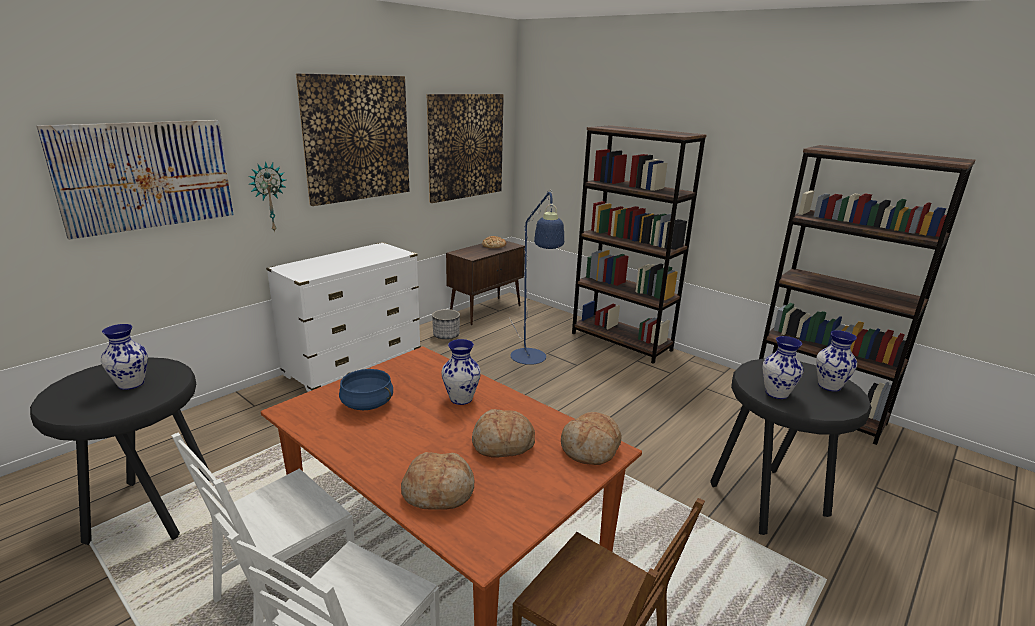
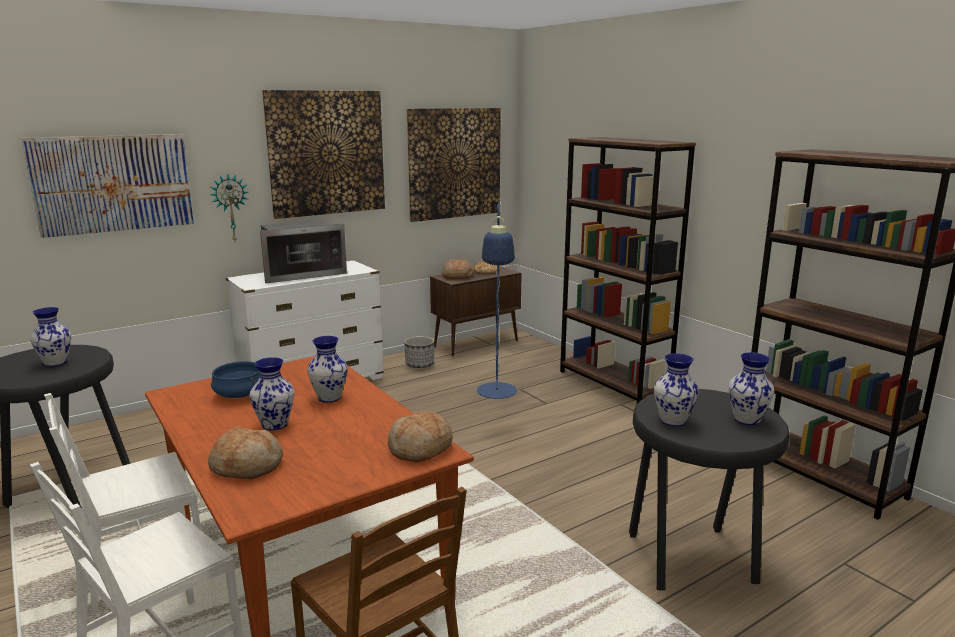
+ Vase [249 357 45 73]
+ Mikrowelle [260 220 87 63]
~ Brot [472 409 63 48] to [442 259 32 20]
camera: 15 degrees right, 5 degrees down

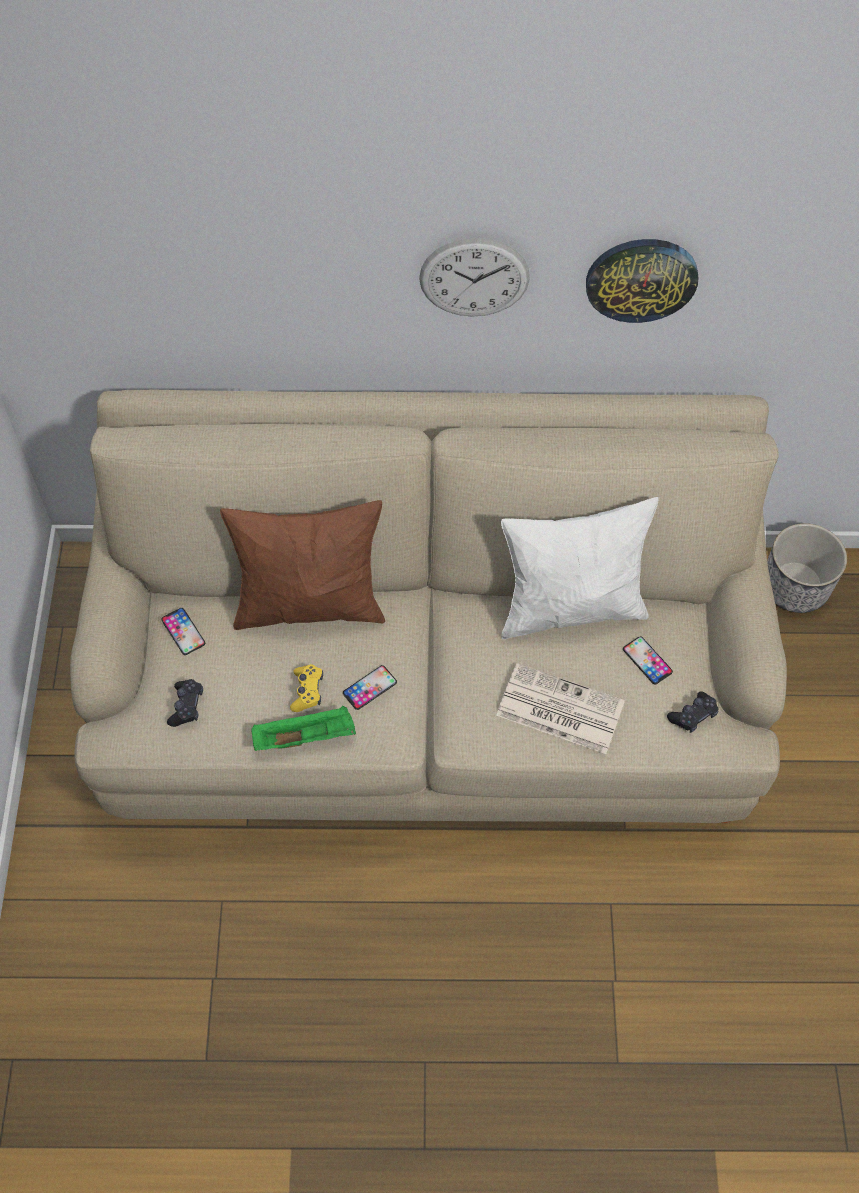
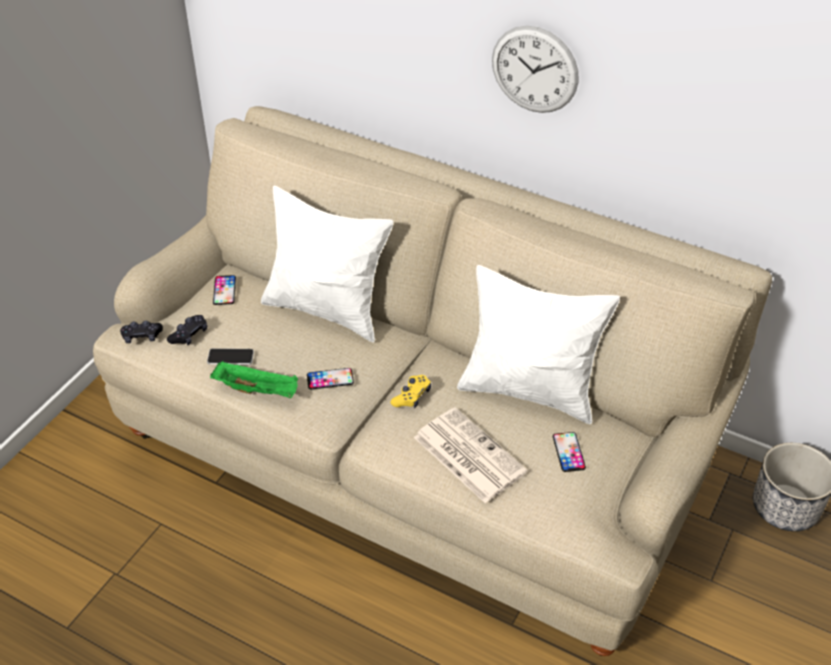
- Wanduhr [586 239 113 84]
+ Handy [207 348 47 17]
~ Gamepad [gelb] [290 664 33 48] to [391 375 40 33]
~ Gamepad [schwarz] [667 691 52 42] to [120 321 43 22]
~ Kissen [braun] [220 500 165 130] to Kissen [weiß] [261 186 132 156]
camera: 30 degrees right, 15 degrees down

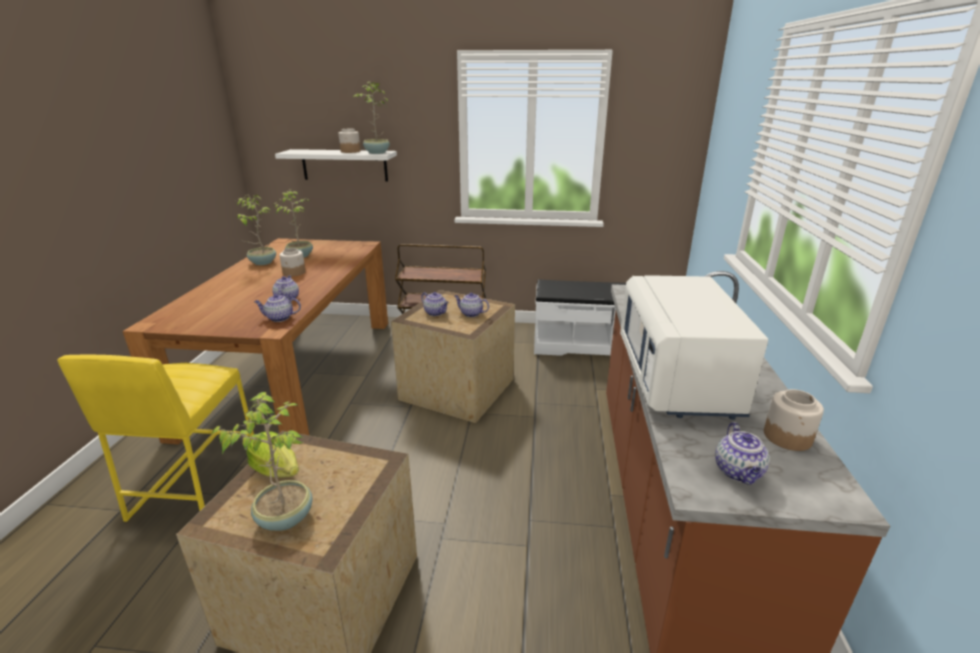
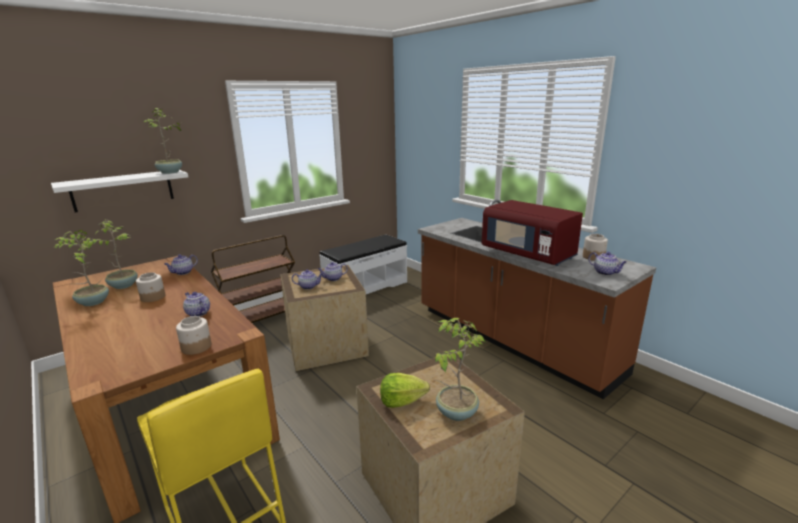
~ Teekanne [254 294 47 28] to [164 255 34 20]
~ Vorratsglas [338 129 22 24] to [176 316 36 39]
~ Mikrowelle [weiß] [620 275 148 145] to Mikrowelle [rot] [482 200 101 66]
camera: 45 degrees left, 5 degrees down

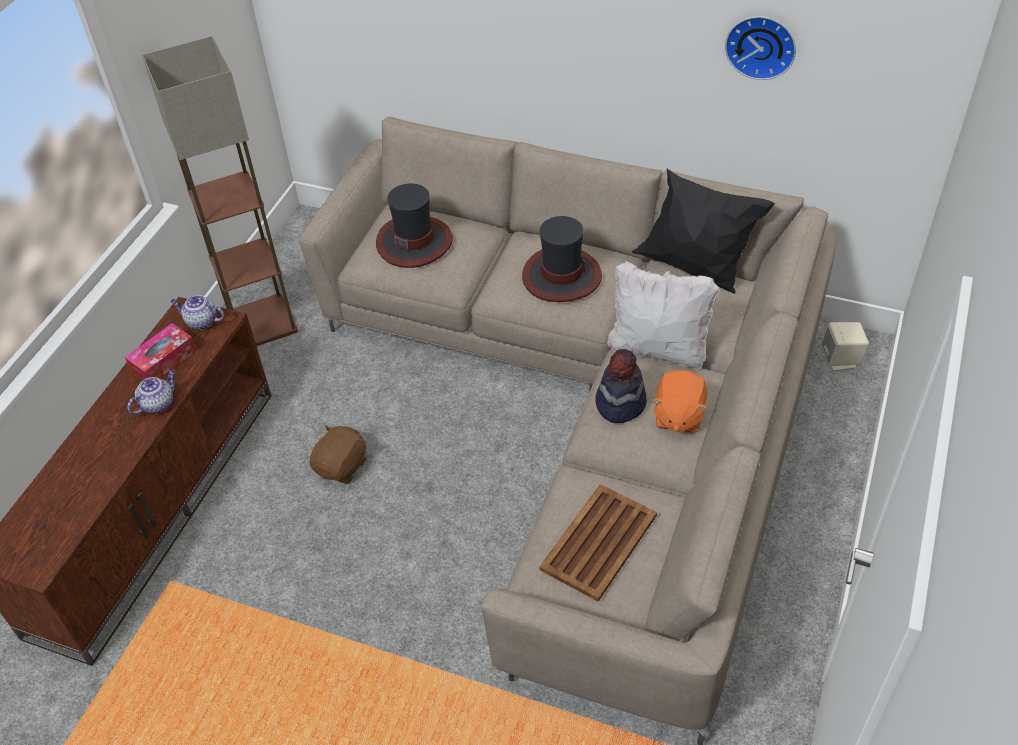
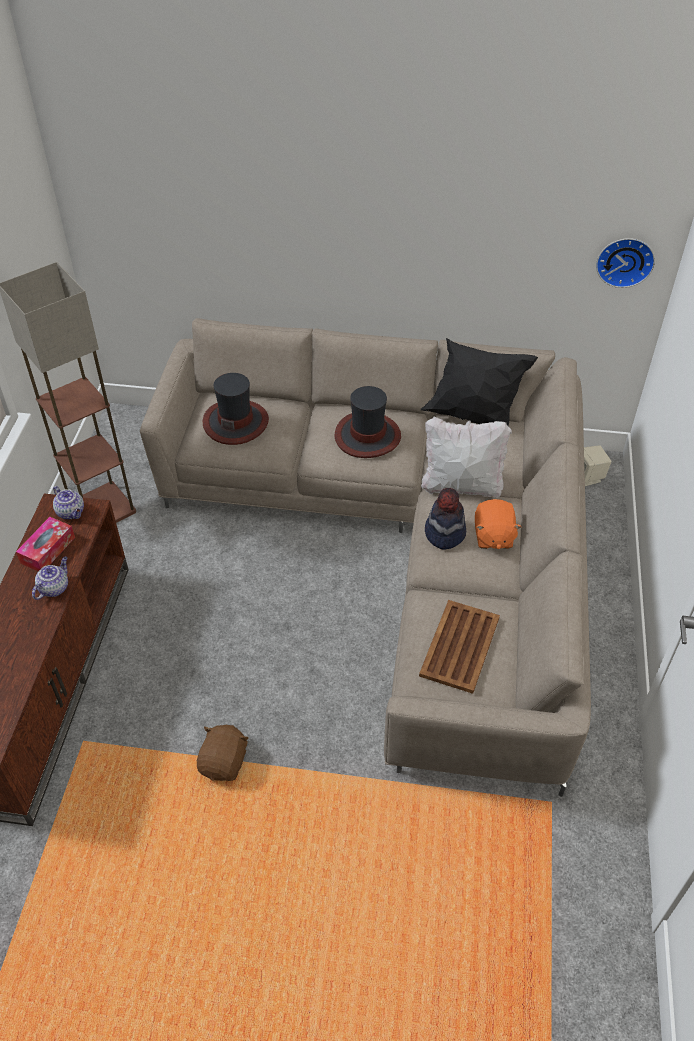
~ Plüschtier [braun] [310 425 57 59] to [197 725 52 56]
~ Wanduhr [725 16 71 64] to [596 238 59 50]
~ Teekanne [170 295 54 35] = [53 486 31 33] 135 degrees counterclockwise
camera: 15 degrees left, 0 degrees up

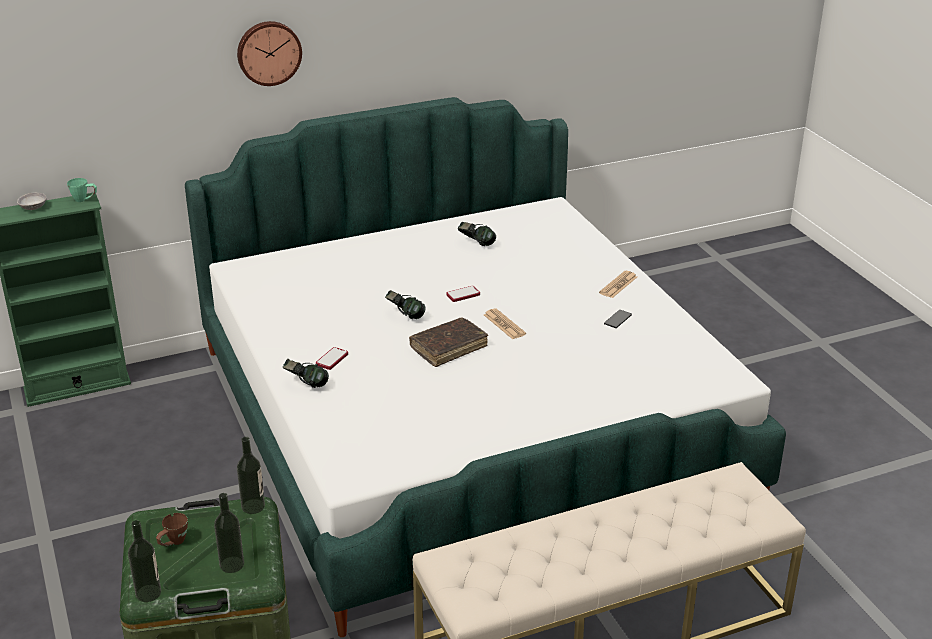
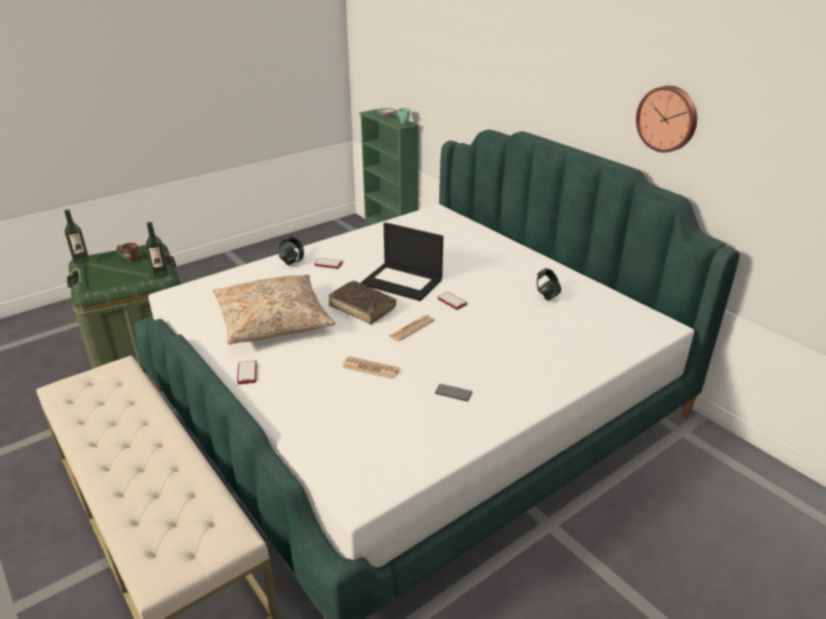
- Flasche [214 493 30 80]
+ Kissen [beige] [213 275 123 70]
+ Handy [237 361 20 23]
~ Wanduhr [237 21 65 65] to [636 86 61 67]
~ Zeitung [599 271 38 27] to [343 356 57 23]
~ Kopfhörer [385 290 40 29] to Laptop [361 222 82 79]
camera: 75 degrees right, 0 degrees up

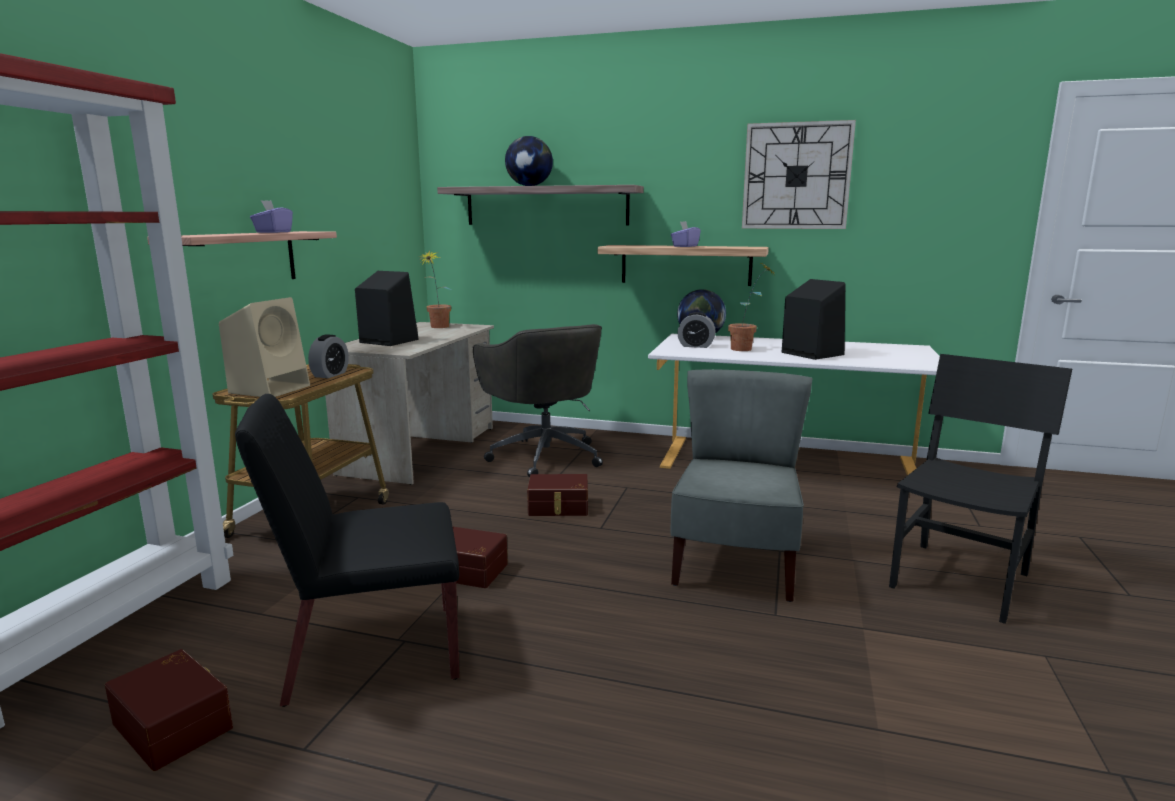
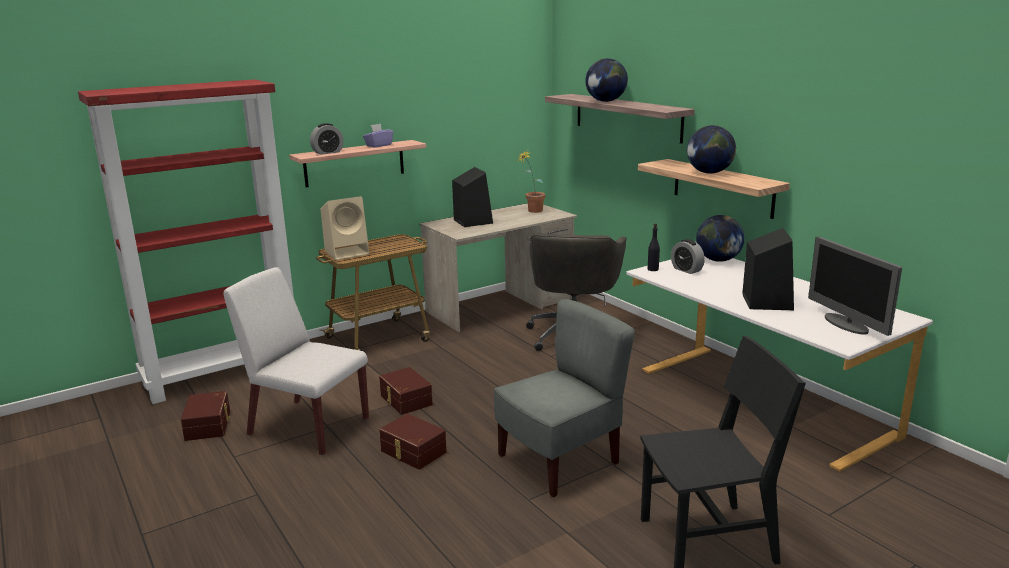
- Topfpflanze [728 263 46 88]
- Wanduhr [742 120 114 109]
+ Flasche [schwarz] [648 224 12 47]
+ Monitor [808 237 94 99]
~ Wecker [308 334 41 44] to [310 123 34 32]
~ Aufbewahrungsbox [braun] [527 474 61 42] to [379 414 68 56]
~ Taschentuchbox [lila] [671 221 30 26] to Globus [687 125 49 49]
~ Stuhl [schwarz] [235 394 224 313] to Stuhl [weiß] [223 267 146 188]
camera: 40 degrees right, 5 degrees up

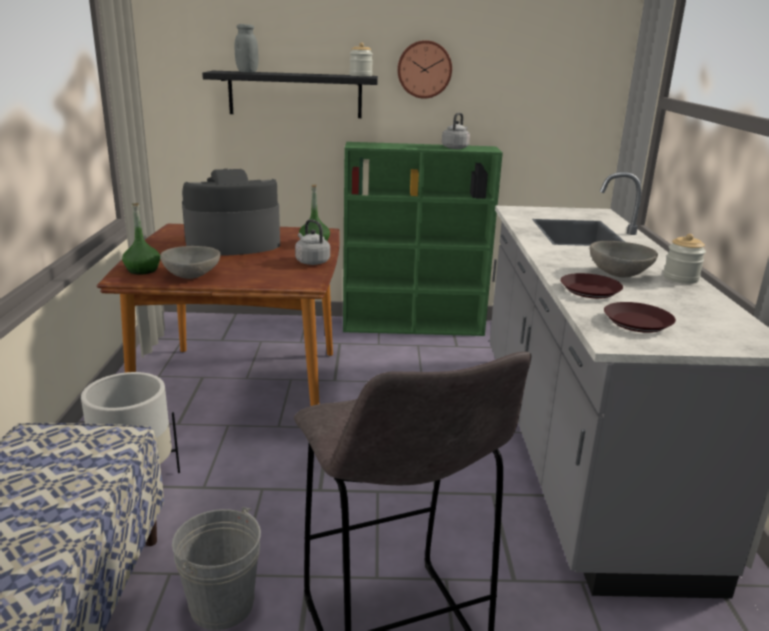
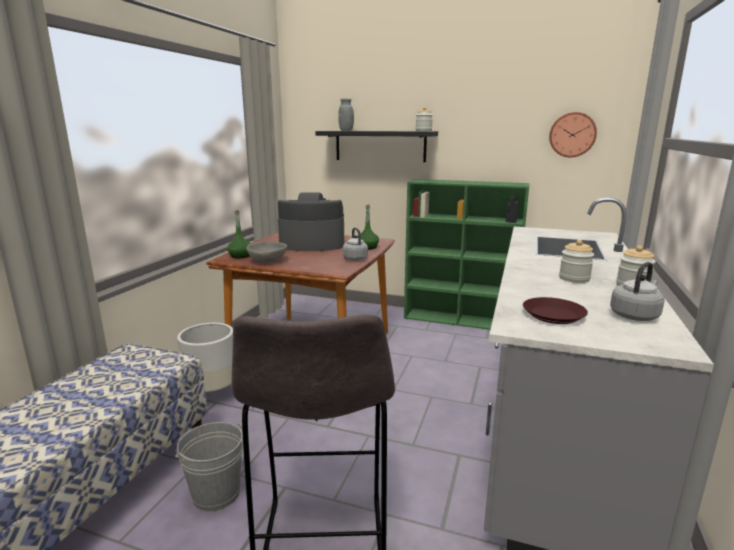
- Teller [braun] [561 273 62 26]
~ Wanduhr [397 40 55 59] to [549 112 48 45]
~ Wasserkessel [grau] [442 113 28 36] to [610 262 55 59]
~ Schüssel [grau] [590 241 68 36] to Vorratsglas [559 240 35 43]
camera: 20 degrees right, 5 degrees down

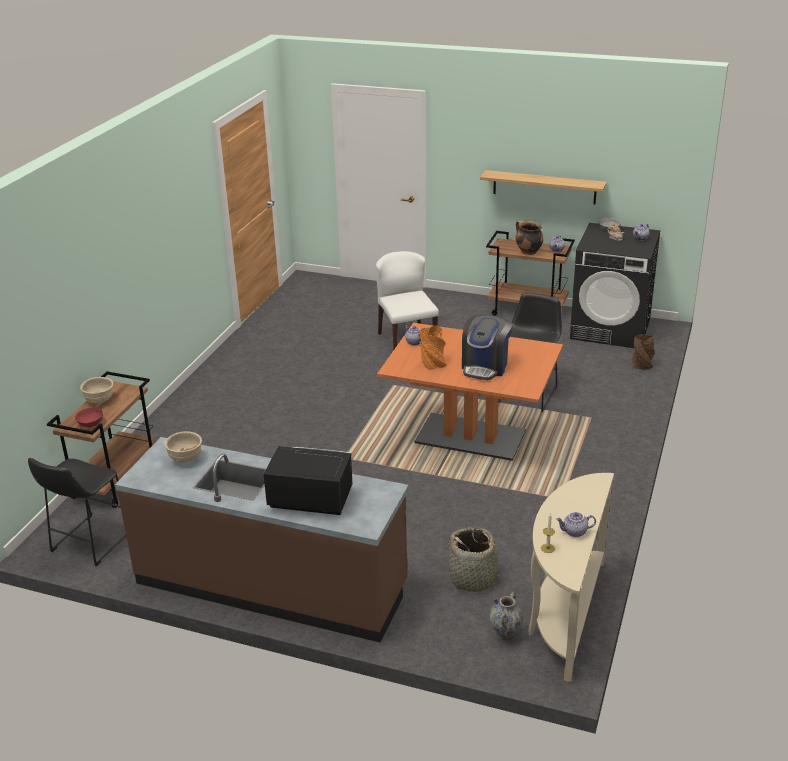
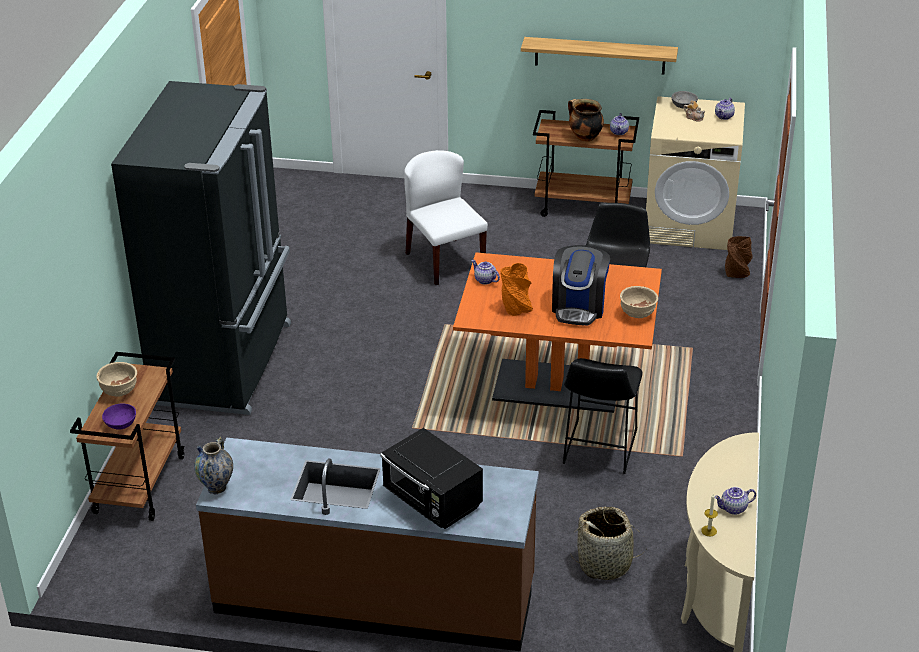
+ Kühlschrank [schwarz] [111 81 180 334]
~ Hocker [schwarz] [28 458 98 108] to [563 358 80 116]
~ Schüssel [beige] [164 431 38 32] to [620 286 38 32]
~ Vase [490 591 33 50] to [194 437 39 57]
~ Schüssel [rot] [75 408 28 19] to Schüssel [lila] [102 403 34 27]
~ Waschmaschine [schwarz] [570 223 91 125] to Waschmaschine [beige] [646 96 99 154]
~ Mikrowelle [schwarz] [264 446 89 69] = [380 428 103 101] 135 degrees counterclockwise
camera: 10 degrees left, 5 degrees up

